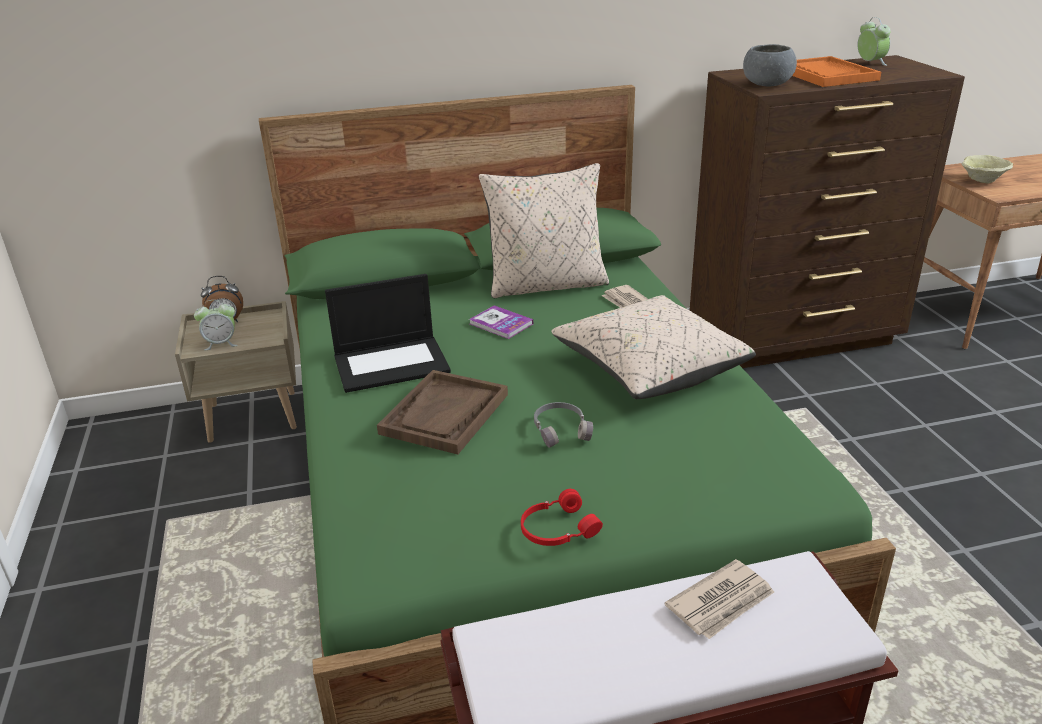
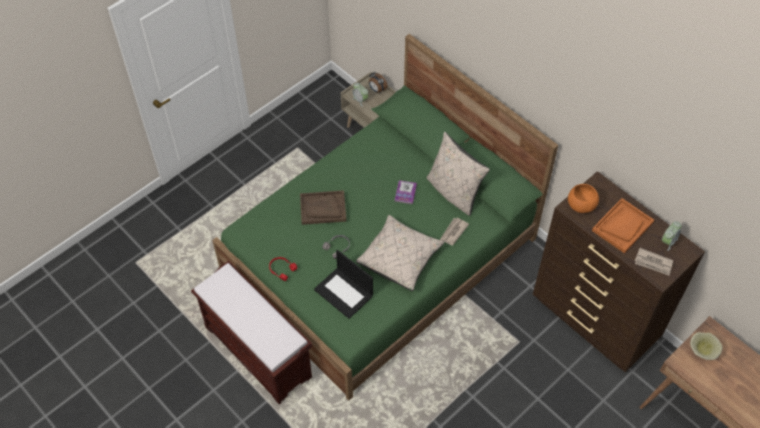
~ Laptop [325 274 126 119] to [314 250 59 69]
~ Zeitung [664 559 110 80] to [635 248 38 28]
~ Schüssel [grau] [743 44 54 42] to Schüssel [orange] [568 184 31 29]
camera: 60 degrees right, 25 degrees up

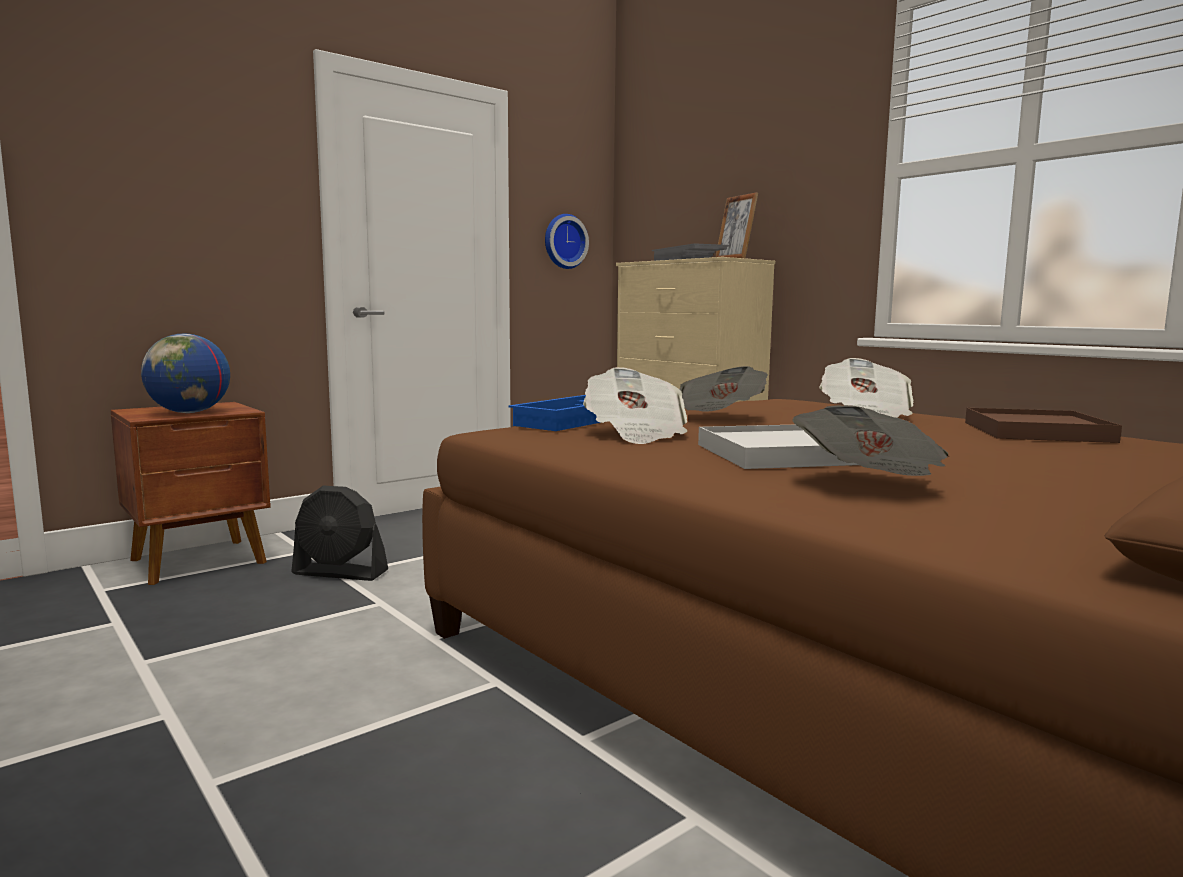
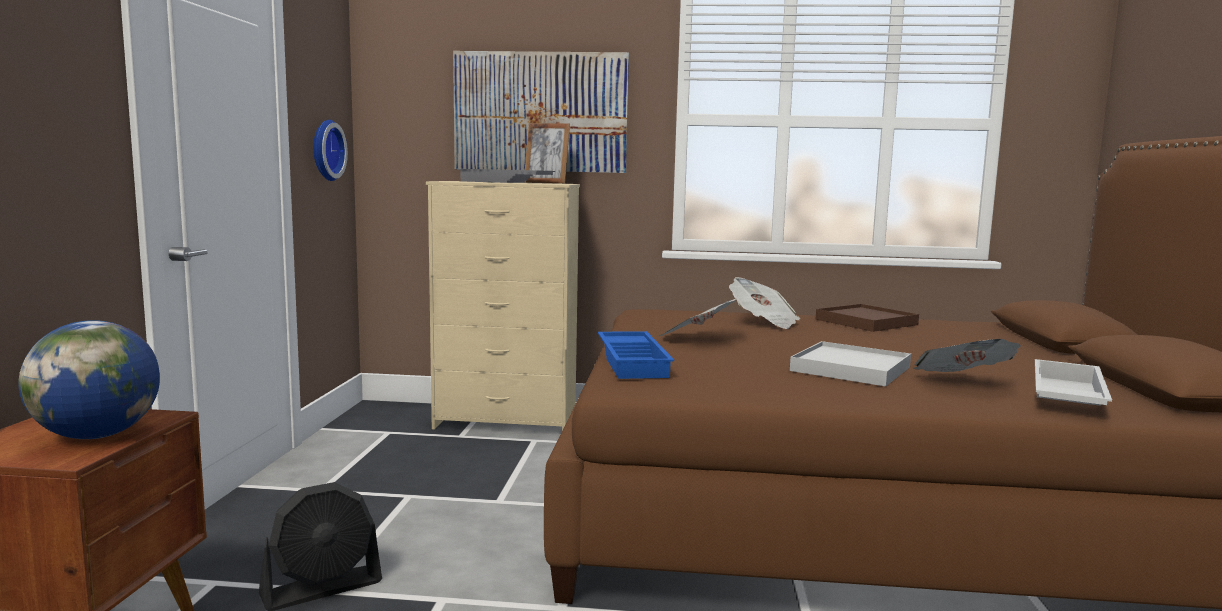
- Zeitung [583 367 104 77]
+ Bild [453 51 176 122]
+ Tablett [weiß] [1035 359 77 47]
camera: 45 degrees left, 0 degrees up

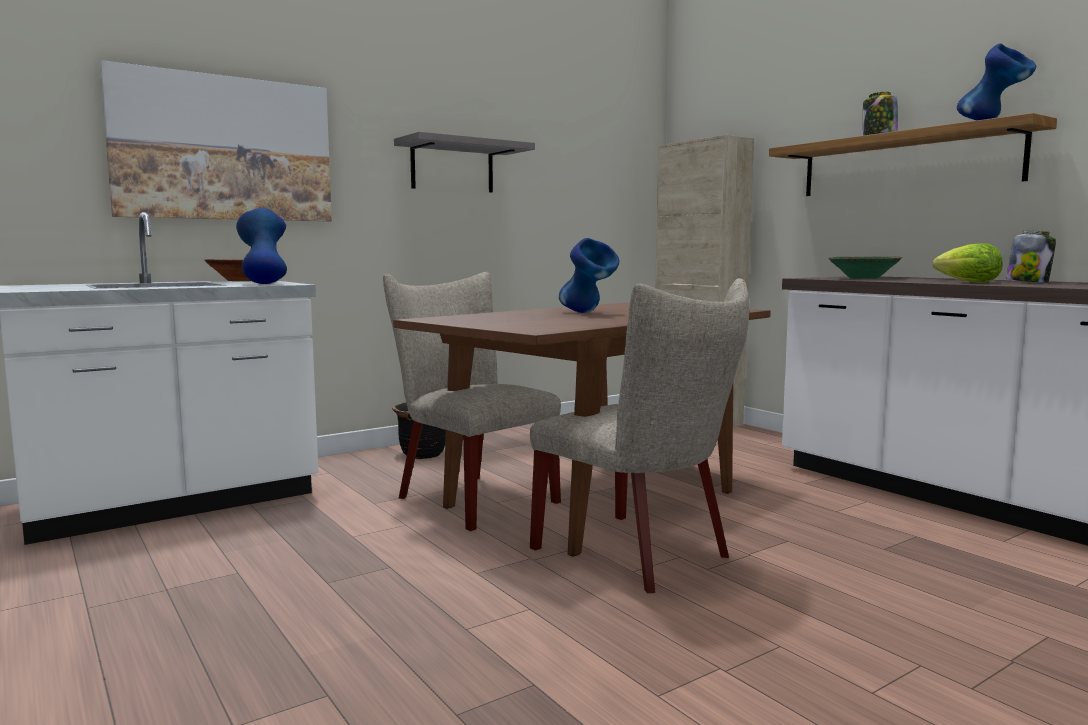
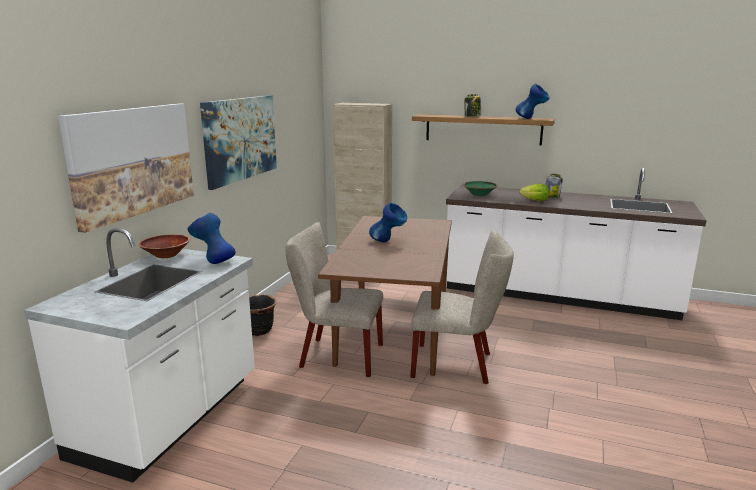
~ Wandregal [grau] [394 131 141 62] to Bild [200 95 77 95]
camera: 35 degrees left, 10 degrees up

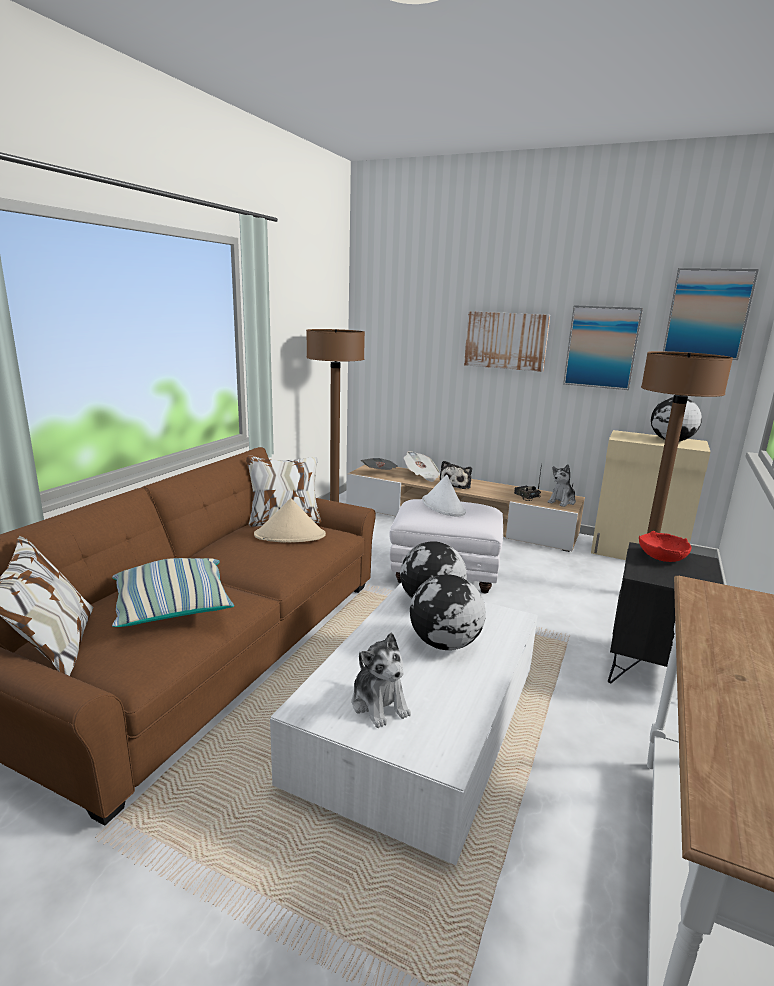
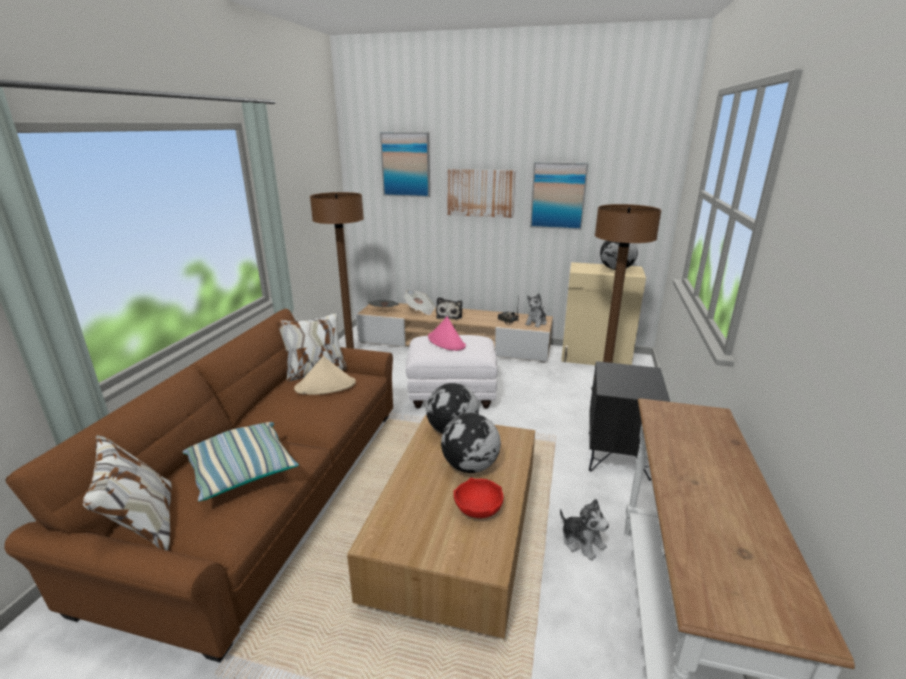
~ Plüschtier [352 633 59 95] to [560 499 49 62]
~ Schüssel [rot] [639 531 52 31] to [454 478 49 40]
~ Bild [663 268 96 92] to [380 132 50 65]
~ Couchtisch [weiß] [270 583 268 282] to Couchtisch [braun] [347 415 189 224]
~ Hut [weiß] [422 475 44 41] to Hut [rosa] [428 316 38 35]
camera: 10 degrees left, 5 degrees up

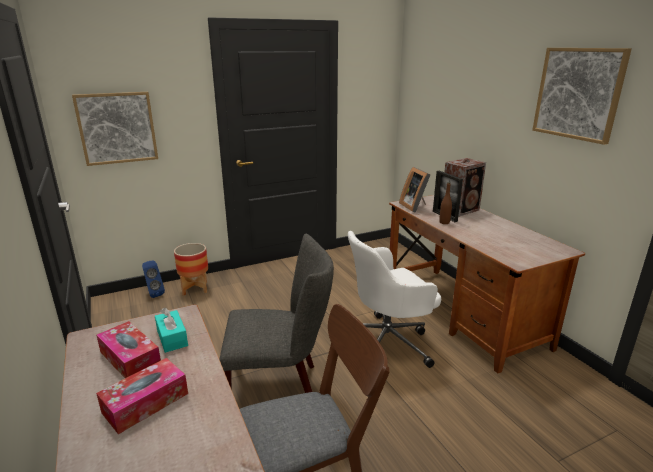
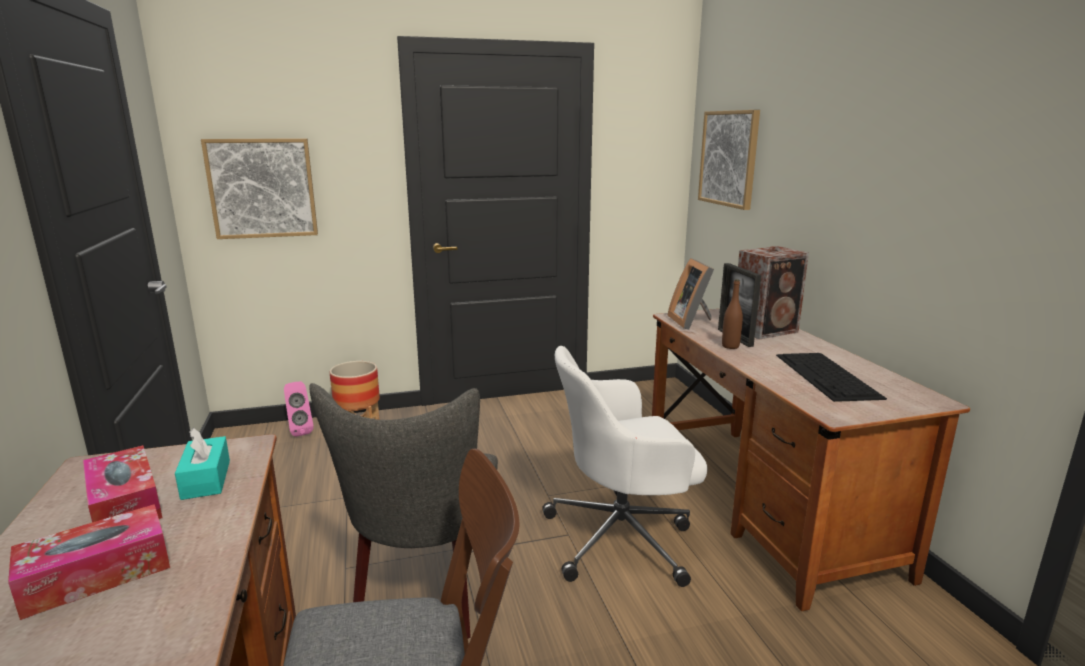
+ Tastatur [776 353 111 49]
~ Bild [532 48 100 97] to [698 110 62 100]
~ Lautsprecher [blau] [142 260 23 38] to Lautsprecher [rosa] [284 381 30 56]
~ Stuhl [grau] [219 234 115 159] = [309 383 189 255] 90 degrees clockwise
camera: 10 degrees right, 5 degrees down

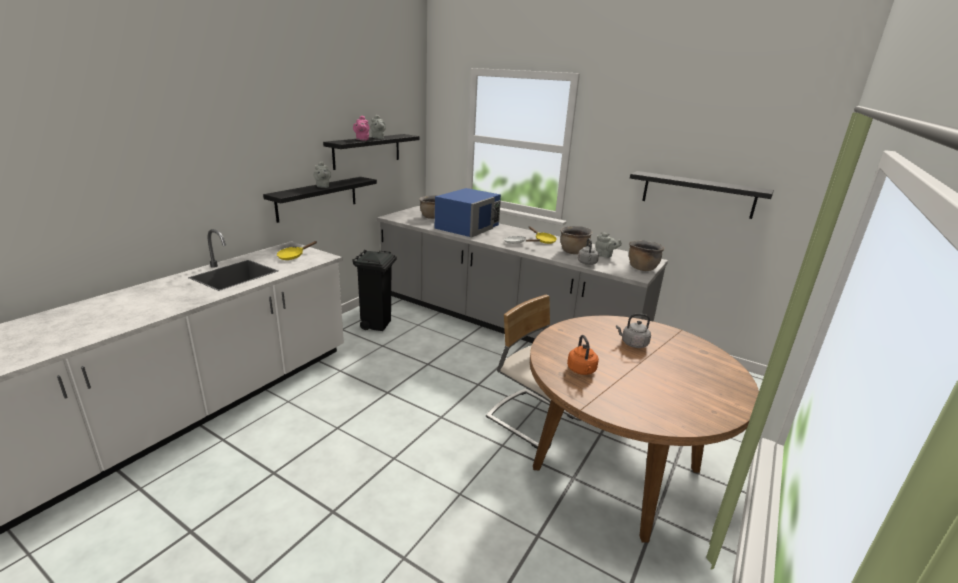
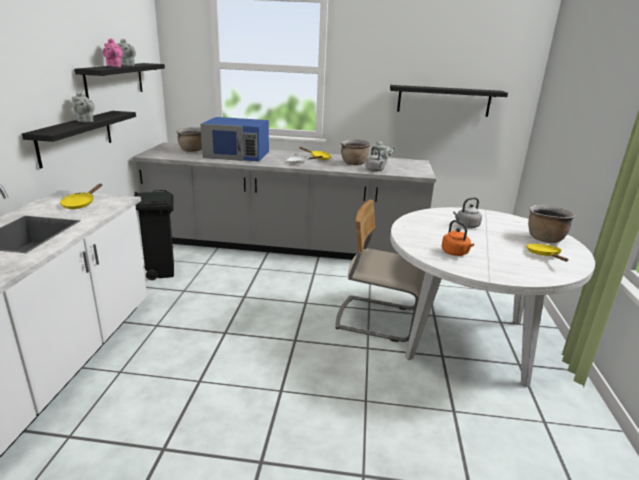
+ Pfanne [gelb] [527 244 41 18]
~ Kochtopf [braun] [629 240 36 31] to [528 205 47 38]
~ Esstisch [braun] [530 316 229 226] to Esstisch [weiß] [390 207 205 180]
~ Mikrowelle [blau] [435 188 66 49] = [200 117 69 45] 90 degrees clockwise
camera: 25 degrees left, 0 degrees up

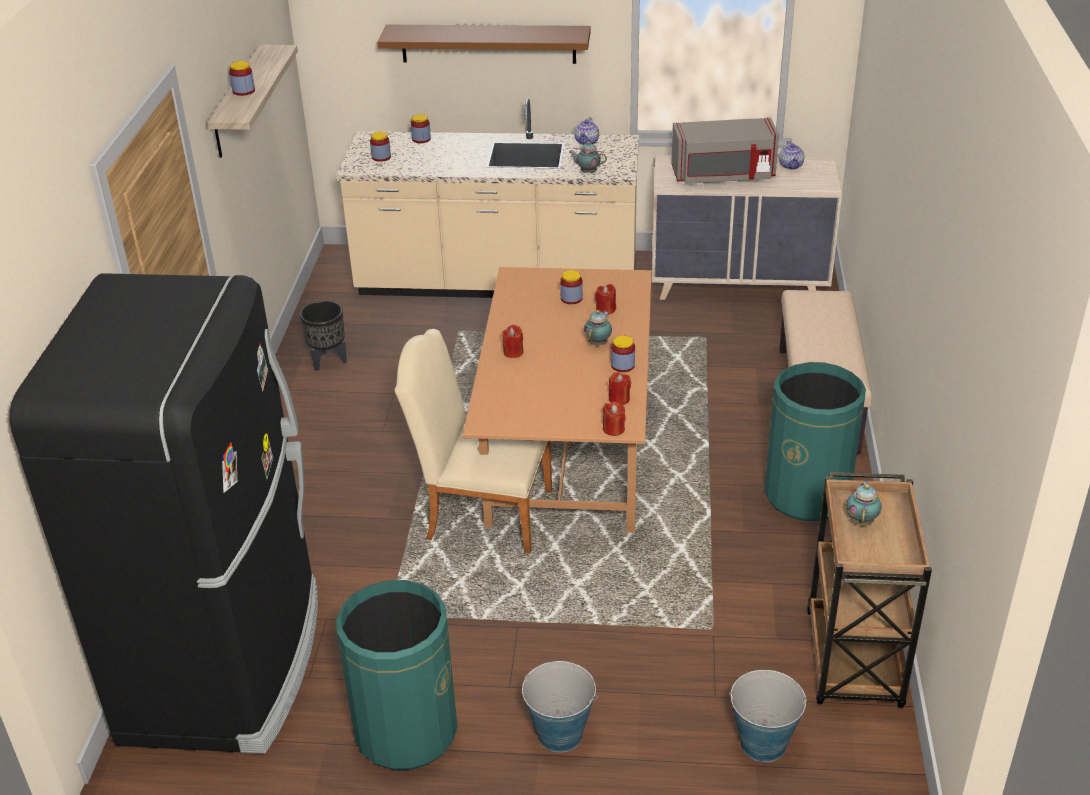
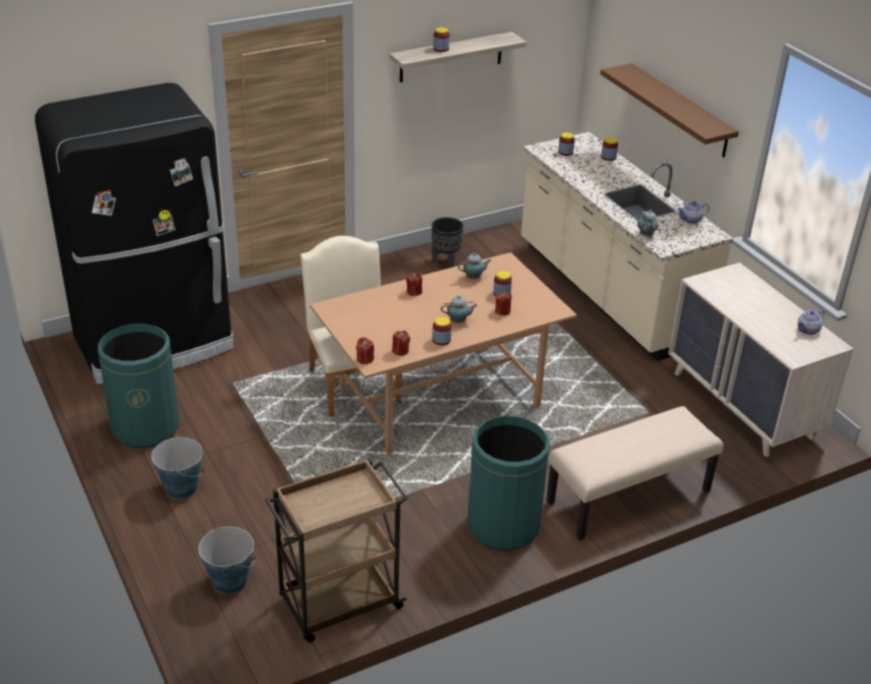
- Mikrowelle [grau] [672 118 107 66]
~ Teekanne [846 480 36 45] to [458 253 33 26]
camera: 55 degrees right, 0 degrees up

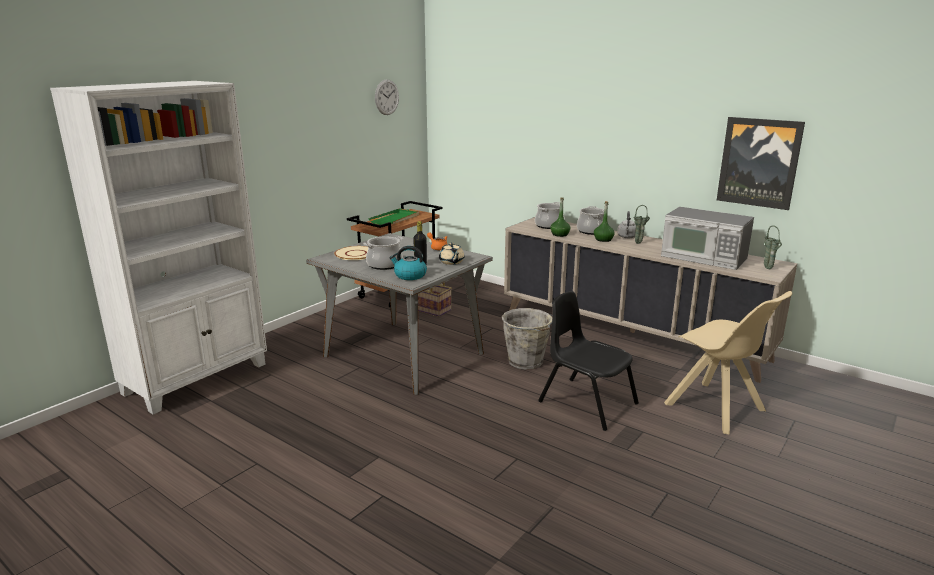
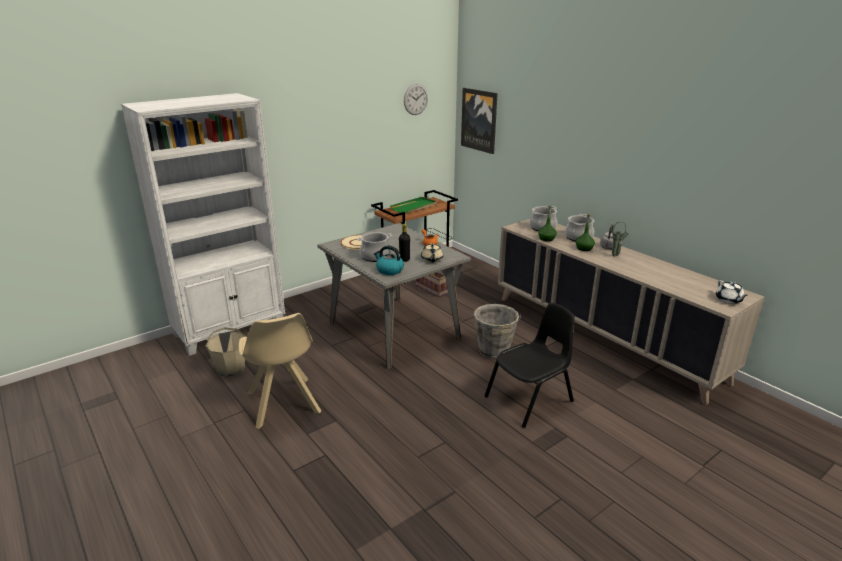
- Mikrowelle [661 207 93 63]
+ Eimer [beige] [206 327 40 50]
~ Stuhl [beige] [664 291 128 143] to [239 313 82 116]
~ Bild [717 117 88 93] to [461 88 37 66]
~ Vase [grün] [764 225 18 45] to Teekanne [weiß] [716 280 32 24]
~ Stuhl [schwarz] [538 291 101 140] = [484 303 91 125] 90 degrees clockwise
camera: 15 degrees right, 5 degrees up

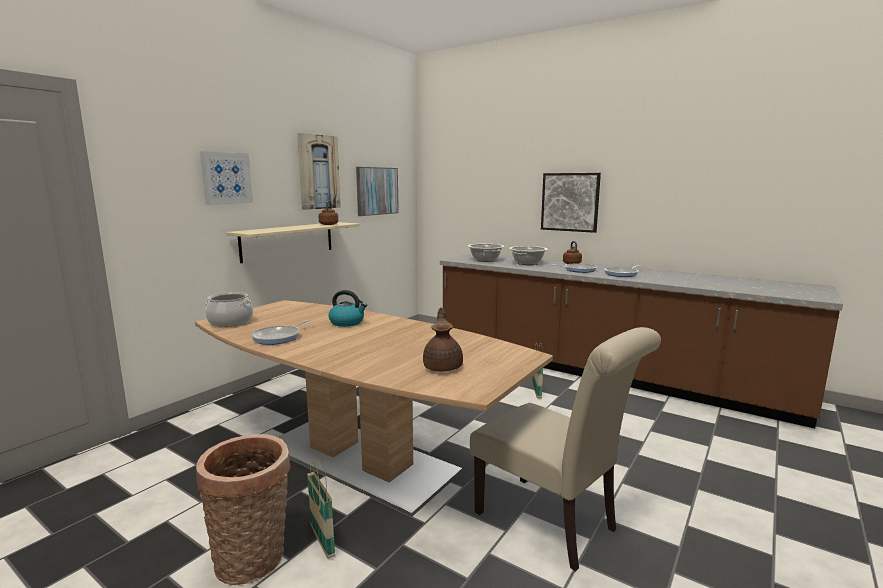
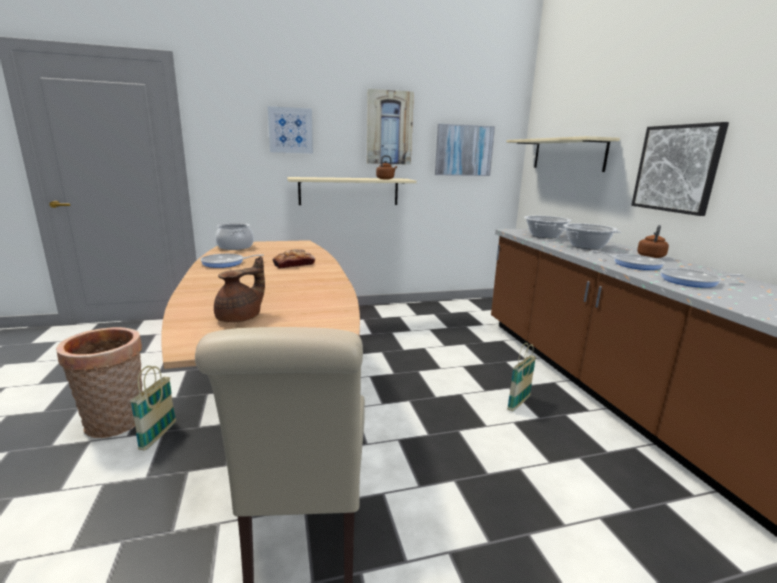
+ Wandregal [beige] [507 136 113 36]
~ Wasserkessel [328 290 39 37] to Brot [273 249 42 19]
camera: 40 degrees right, 5 degrees up

